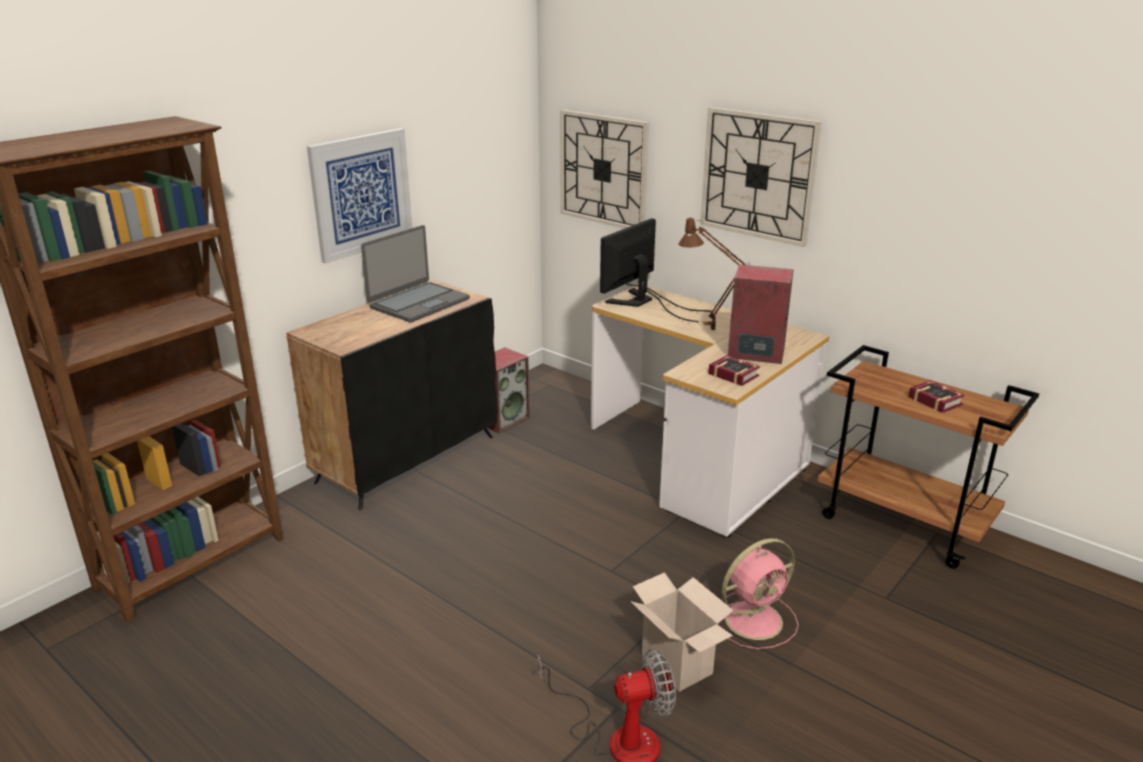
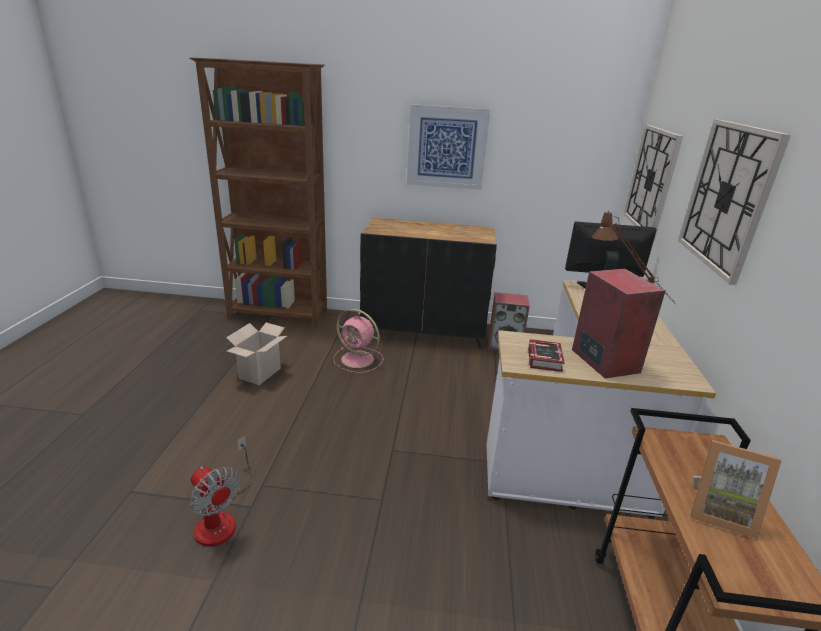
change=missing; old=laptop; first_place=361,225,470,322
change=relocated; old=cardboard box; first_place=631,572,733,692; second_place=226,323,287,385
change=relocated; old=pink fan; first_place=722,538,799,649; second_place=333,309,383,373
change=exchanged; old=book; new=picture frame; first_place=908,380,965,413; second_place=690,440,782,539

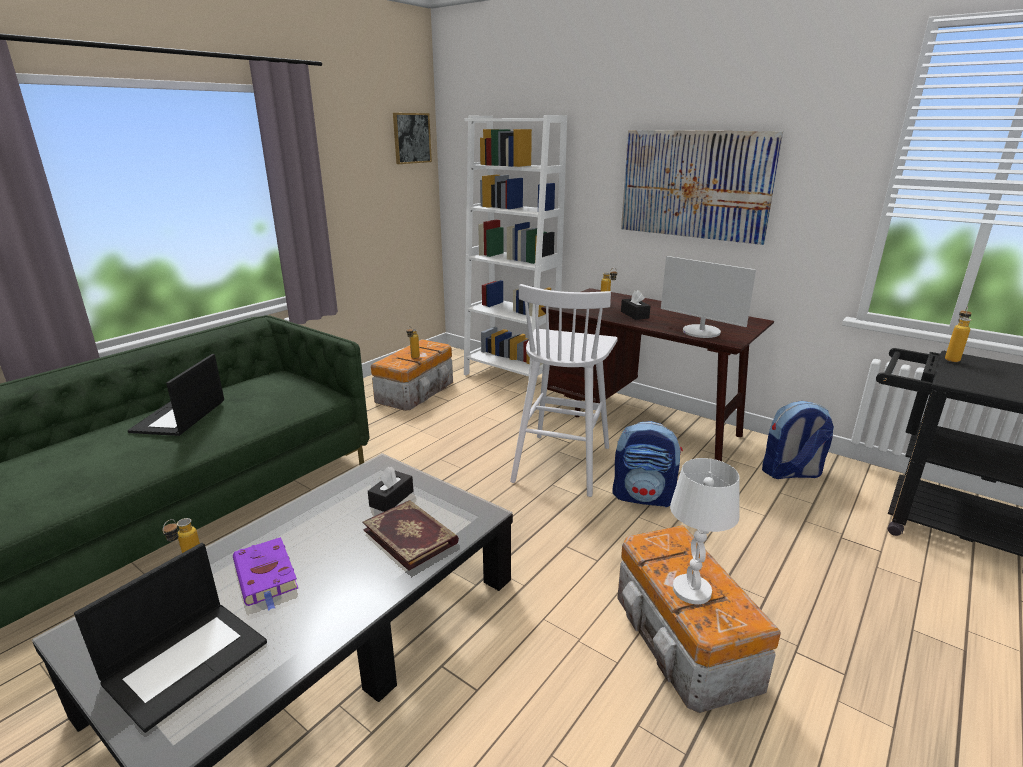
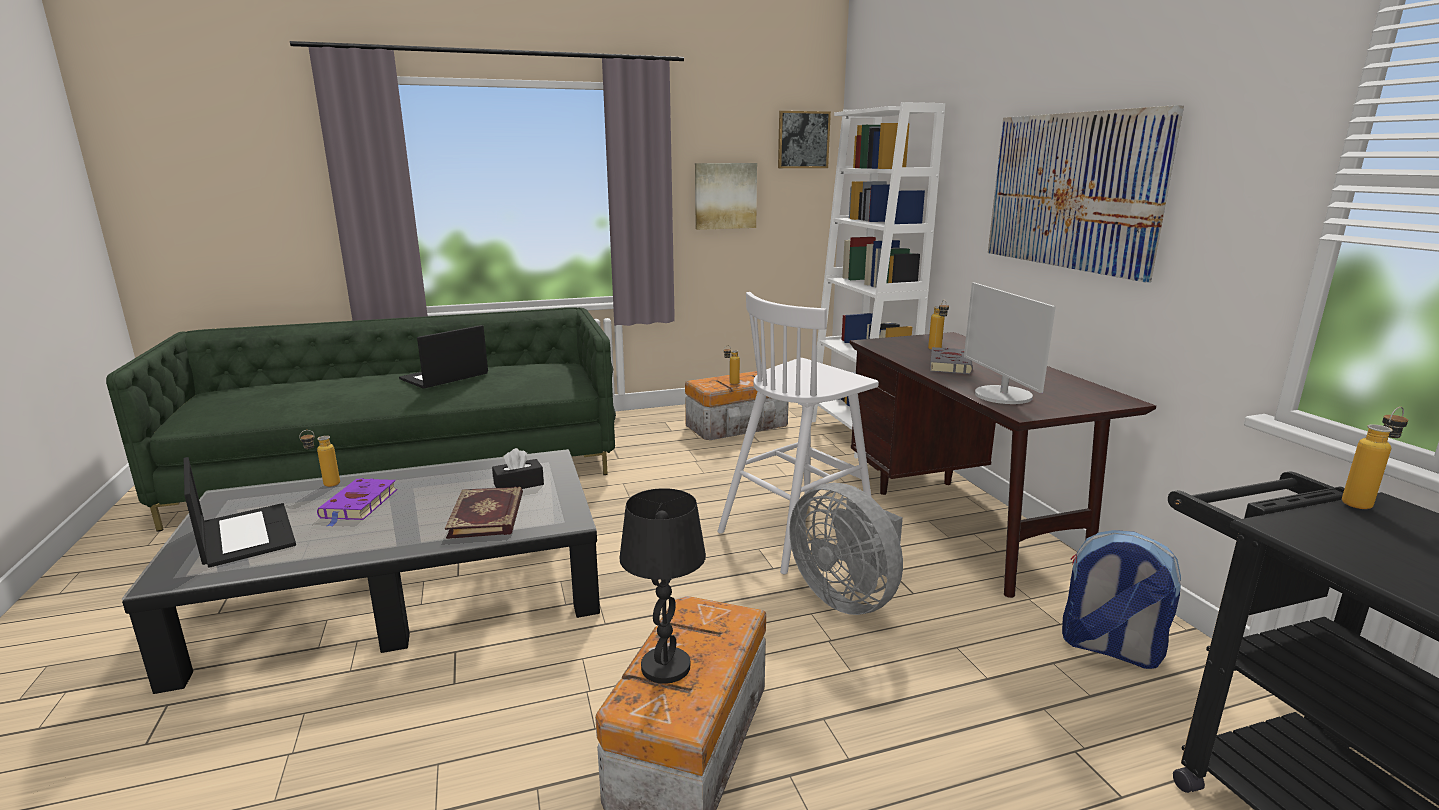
change=appeared; new=picture; second_place=695,163,757,230
change=exchanged; old=backpack; new=grey fan; first_place=612,421,683,507; second_place=789,483,903,615
change=exchanged; old=black tissue box; new=grey book; first_place=621,290,650,320; second_place=930,347,973,374
change=colour; old=white table lamp; new=black table lamp; first_place=670,458,740,604; second_place=619,488,706,684
change=spun; old=laptop; first_place=74,543,267,733; second_place=184,457,296,568; degrees=-105

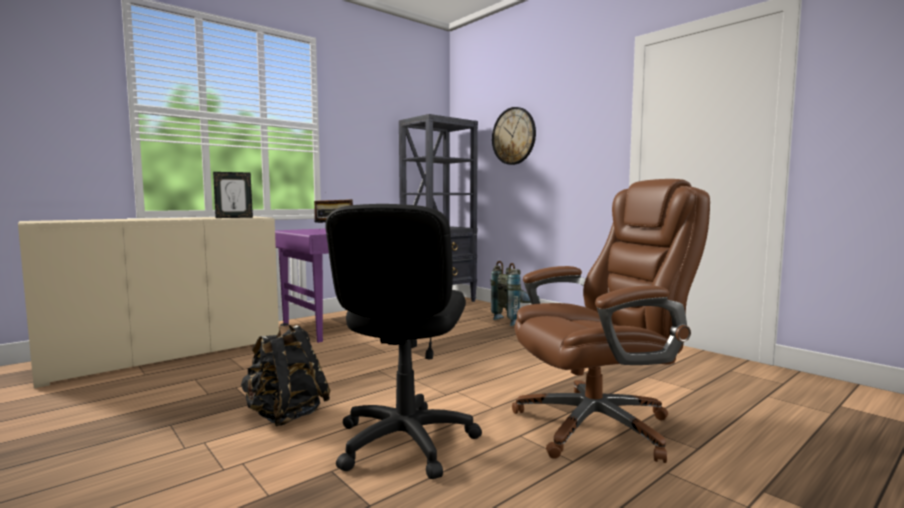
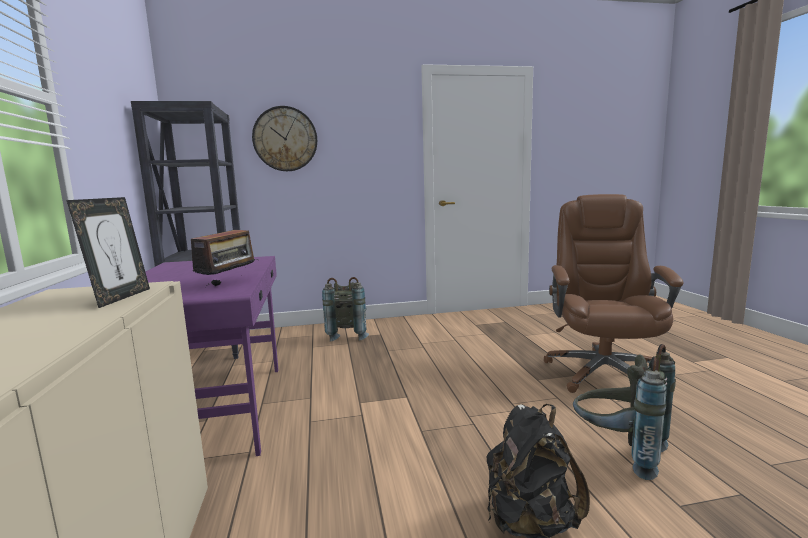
change=exchanged; old=black office chair; new=grey backpack; first_place=325,204,482,479; second_place=573,344,676,480

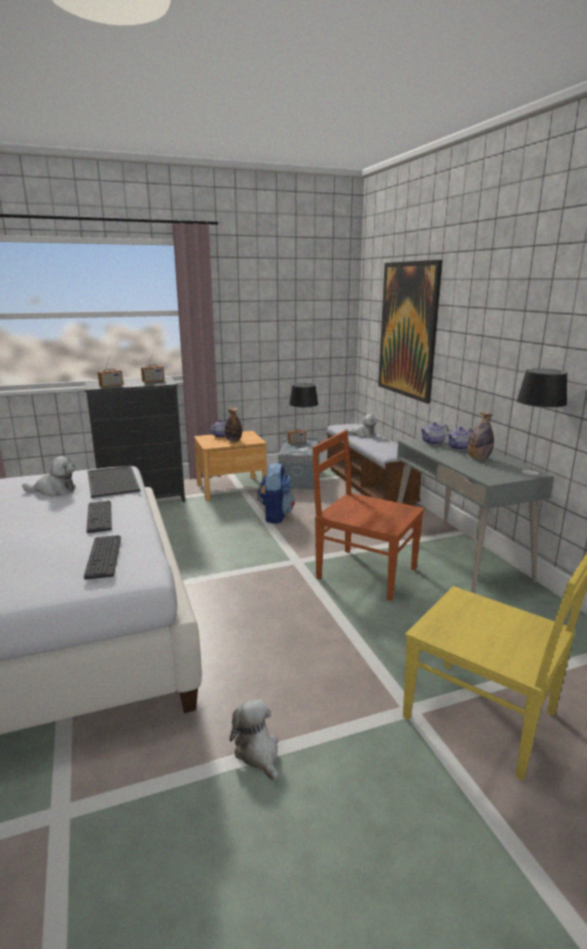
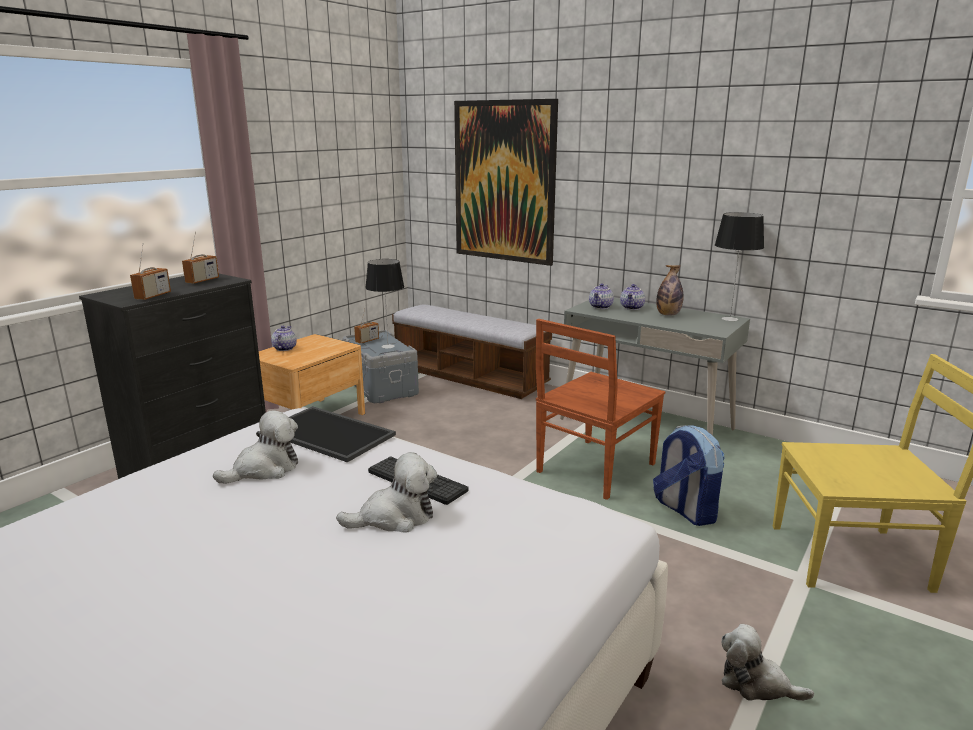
change=missing; old=keyboard; first_place=84,535,121,580
change=missing; old=bottle; first_place=225,407,242,442
change=relocated; old=backpack; first_place=257,463,295,524; second_place=653,425,725,526
change=relocated; old=plush toy; first_place=344,414,377,438; second_place=336,452,437,533
change=spun; old=brown chair; first_place=312,430,424,601; second_place=536,319,665,500; degrees=-45

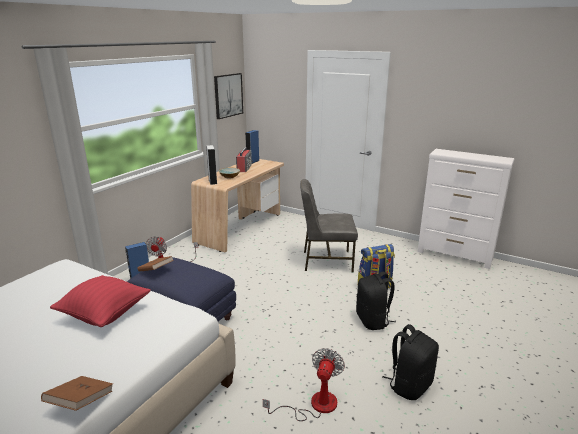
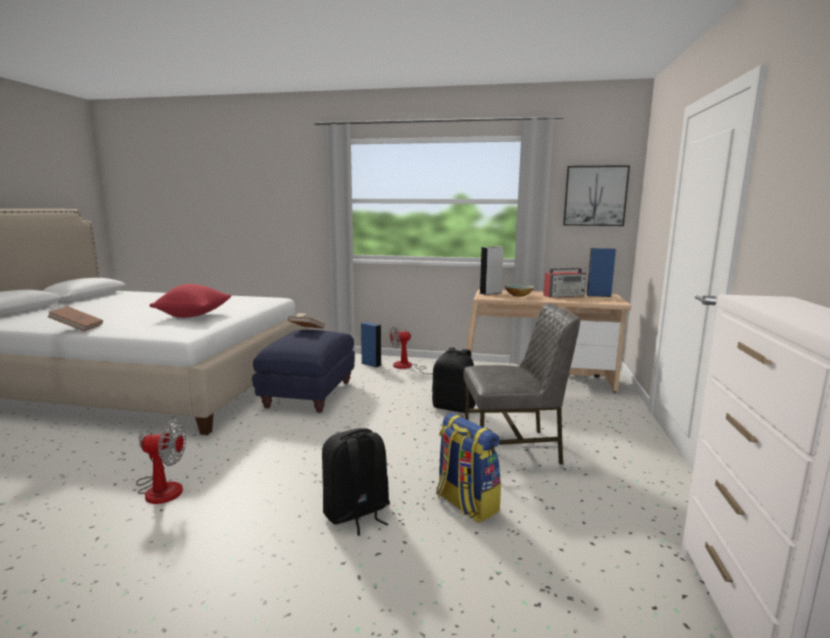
change=relocated; old=black backpack; first_place=383,324,439,400; second_place=432,347,475,413
change=spun; old=grey chair; first_place=300,179,358,272; second_place=463,304,580,465; degrees=105

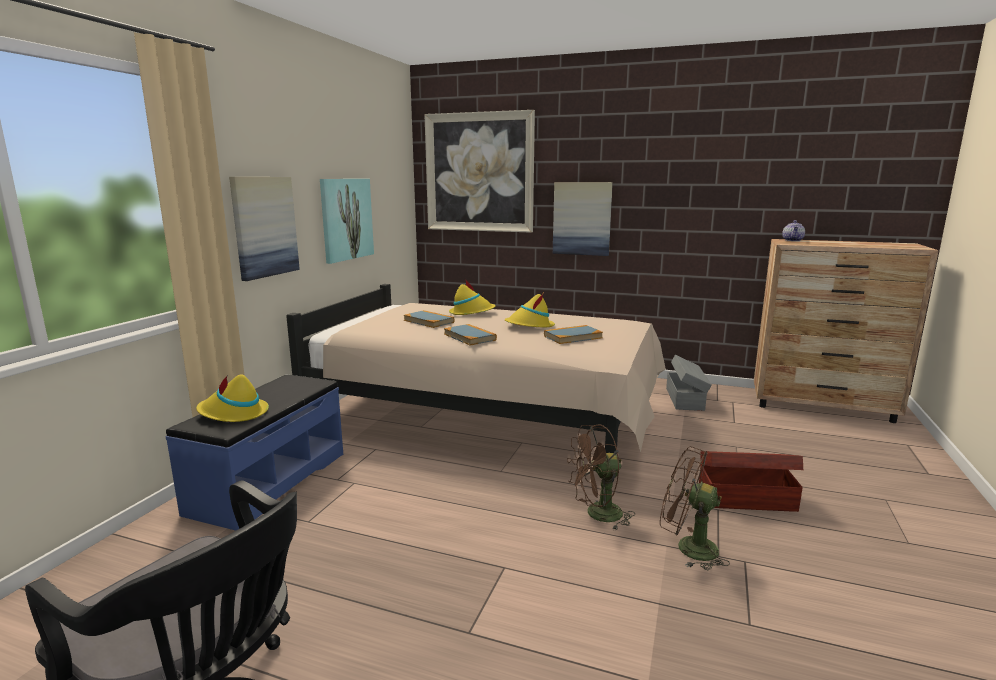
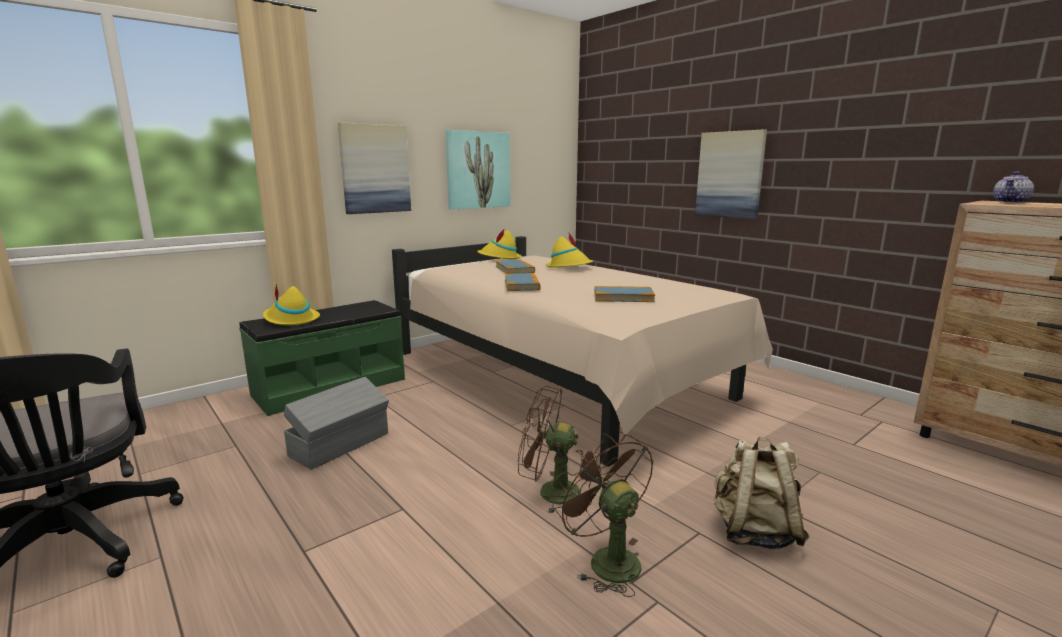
change=missing; old=picture; first_place=424,110,535,233
change=relocated; old=yellow hat; first_place=505,293,555,327; second_place=477,228,521,259
change=relocated; old=grey storage box; first_place=666,355,712,411; second_place=284,377,389,470
change=exchanged; old=brown storage box; new=beige backpack; first_place=699,451,803,512; second_place=714,437,810,549
change=colour; old=blue bench; new=green bench; first_place=166,375,343,531; second_place=239,300,405,416

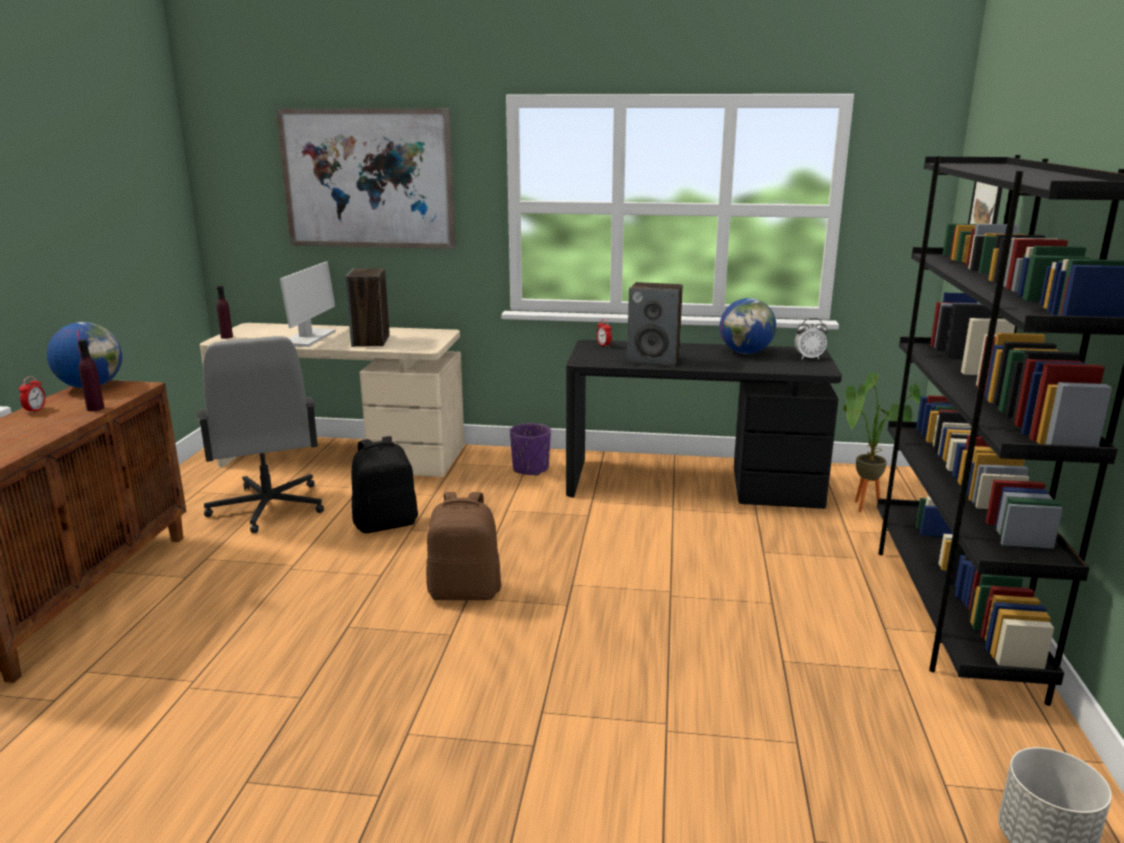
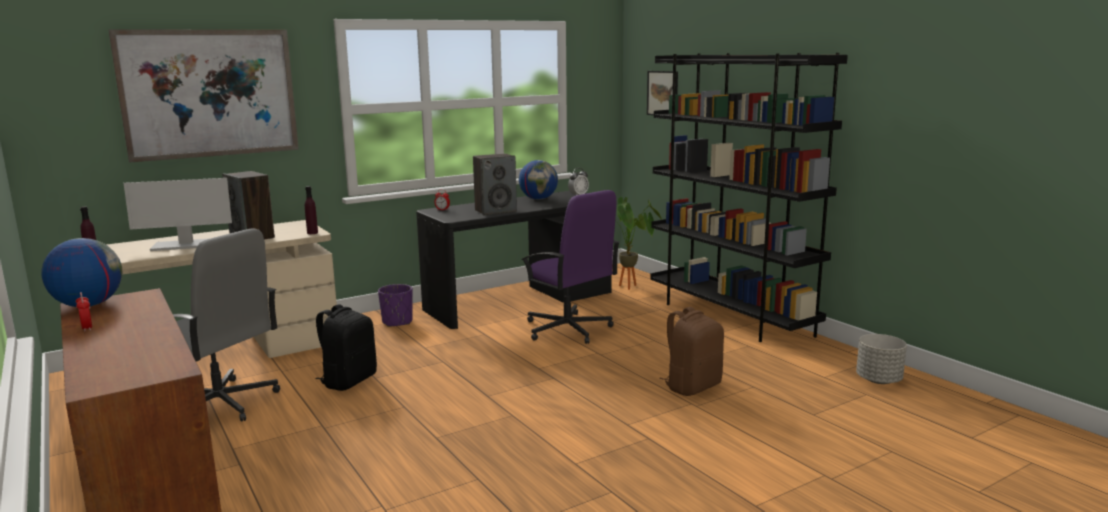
change=appeared; new=purple office chair; second_place=521,190,619,344
change=relocated; old=purple bottle; first_place=78,339,105,411; second_place=305,186,318,234
change=relocated; old=brown backpack; first_place=426,492,501,600; second_place=659,307,724,396
change=spun; old=monitor; first_place=280,262,336,347; second_place=124,178,232,251; degrees=105

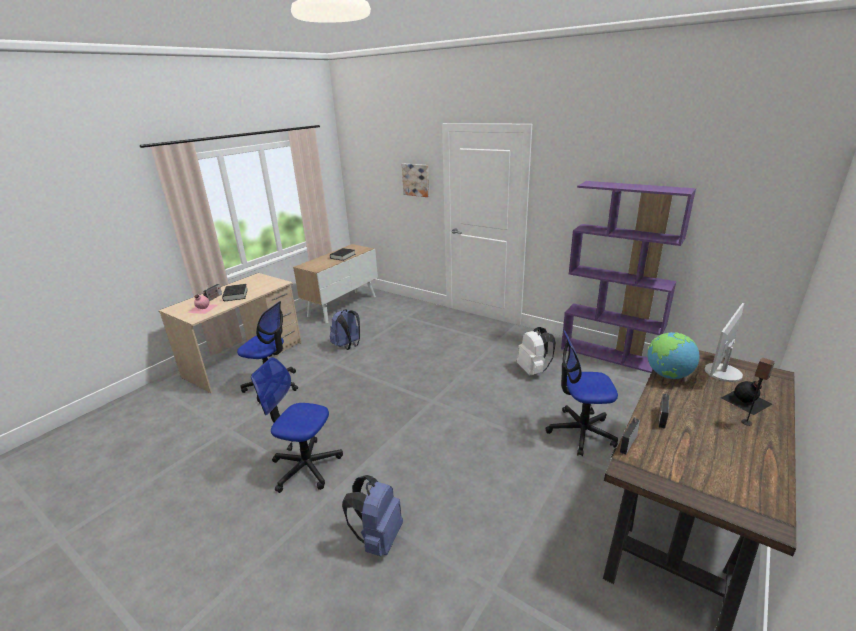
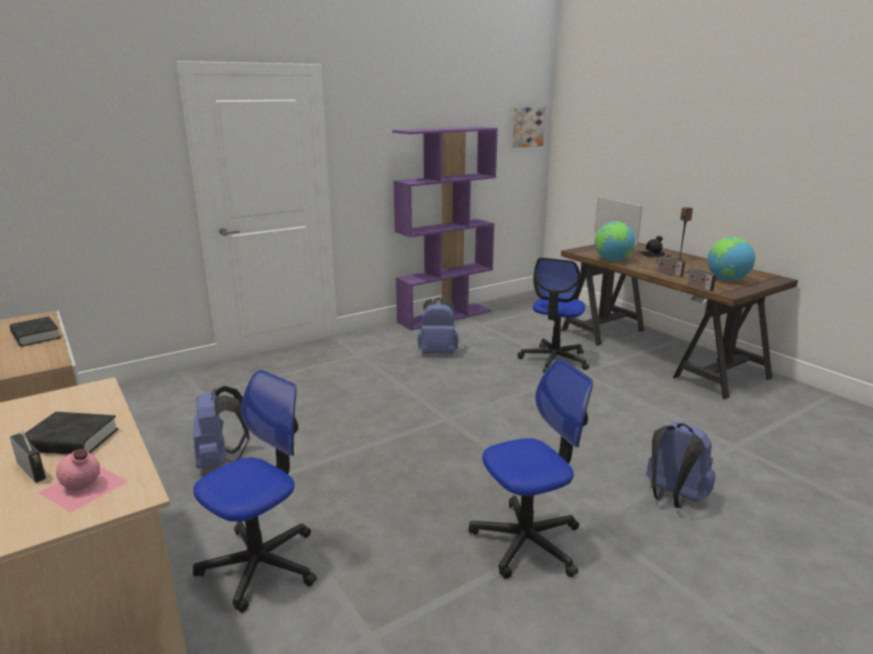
change=appeared; new=globe; second_place=708,237,755,281
change=relocated; old=picture; first_place=402,164,429,197; second_place=512,107,545,148
change=colour; old=white backpack; new=blue backpack; first_place=517,327,556,375; second_place=418,298,459,353
change=spun; old=office chair; first_place=251,357,343,493; second_place=468,359,593,579; degrees=-150

